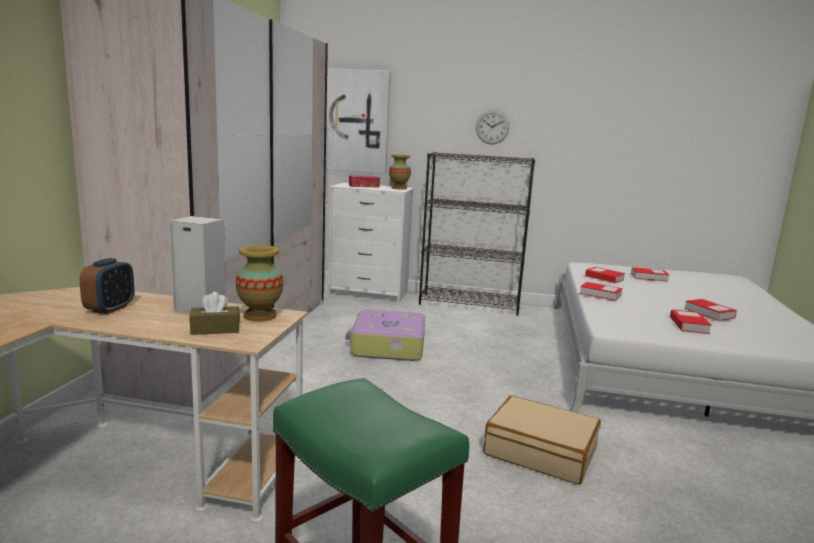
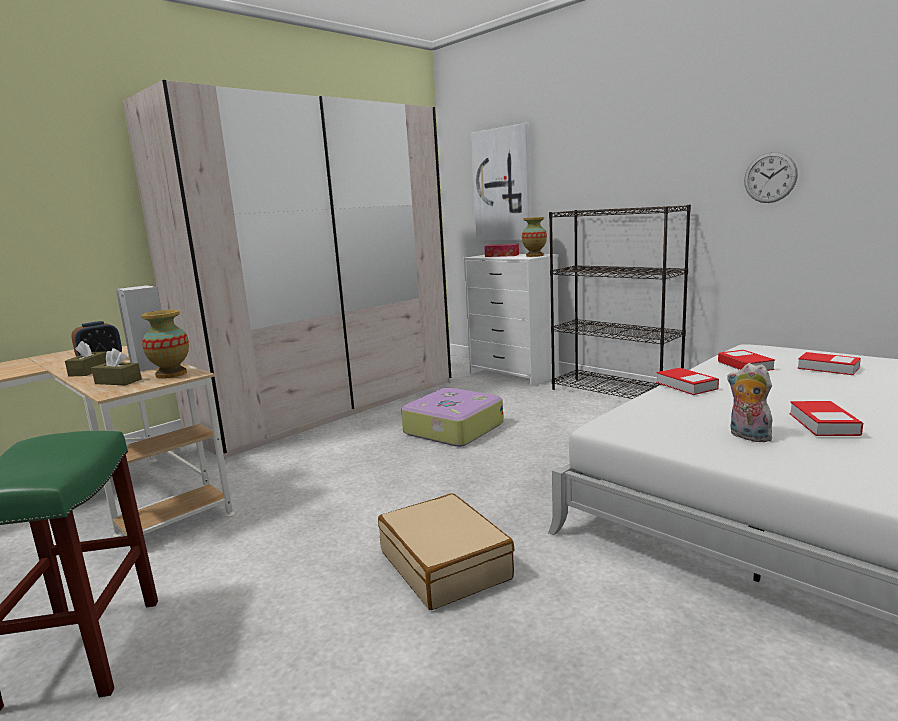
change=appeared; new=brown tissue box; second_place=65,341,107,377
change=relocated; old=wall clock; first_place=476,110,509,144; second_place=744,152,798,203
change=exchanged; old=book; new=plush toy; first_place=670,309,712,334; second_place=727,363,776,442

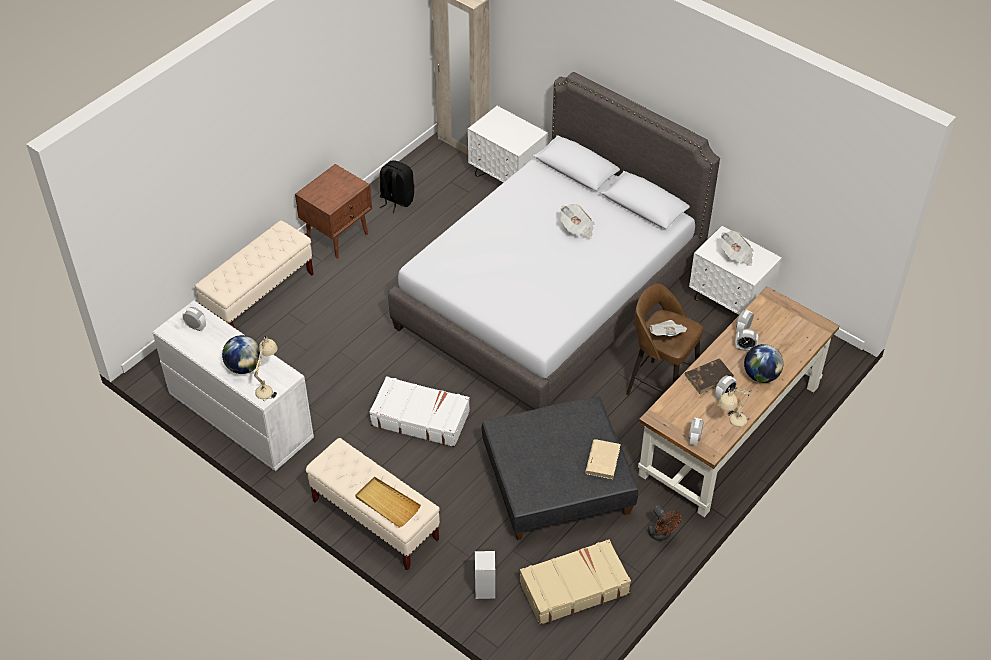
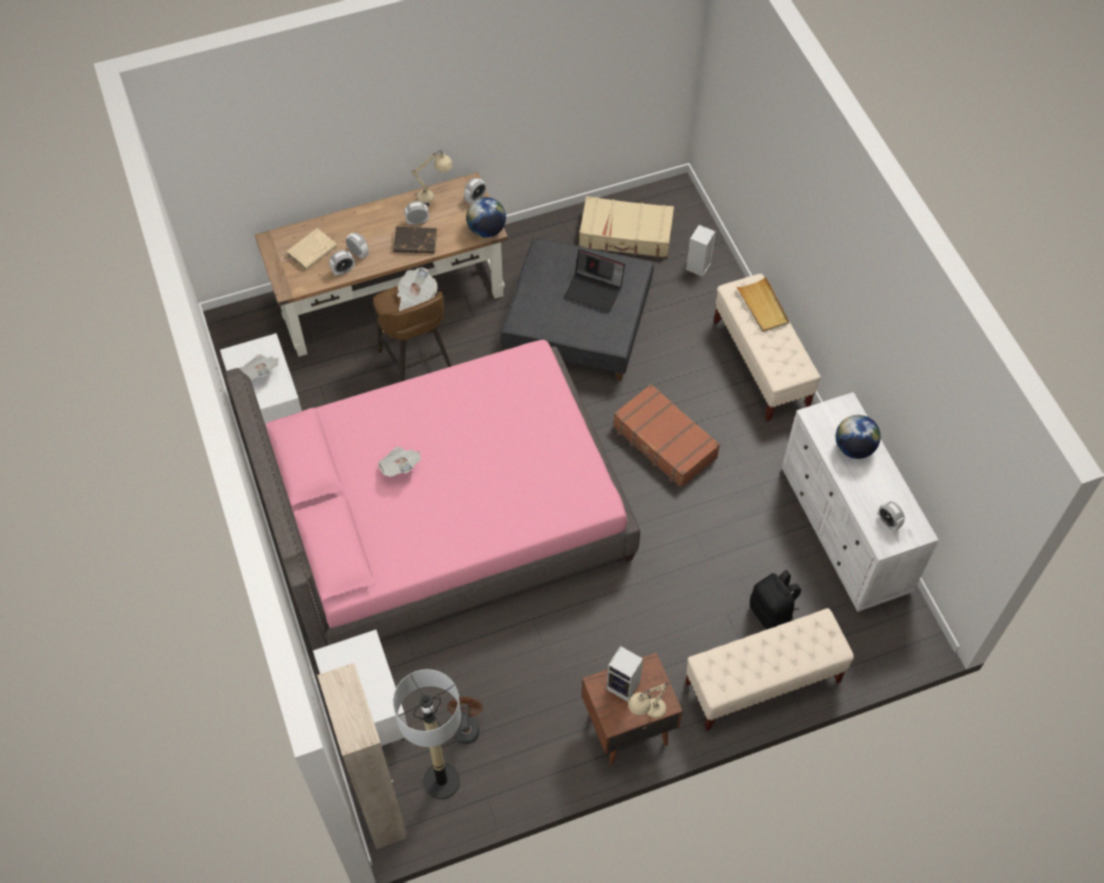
change=appeared; new=floor lamp; second_place=393,669,461,799
change=appeared; new=laptop; second_place=564,249,625,312
change=appeared; new=speaker; second_place=606,646,643,702
change=relocated; old=beige table lamp; first_place=254,336,277,401; second_place=628,682,669,718
change=relocated; old=black backpack; first_place=379,160,414,213; second_place=750,570,801,630
change=relocated; old=beige book; first_place=585,439,621,479; second_place=286,228,337,270
change=relocated; old=brown fan; first_place=648,505,682,541; second_place=447,697,483,744
change=relocated; old=globe; first_place=744,344,783,383; second_place=466,197,506,238
change=colour; old=white suitcase; new=brown suitcase; first_place=369,376,470,447; second_place=613,384,720,488
change=colour; old=grey bed; new=pink bed; first_place=388,72,720,410; second_place=225,340,640,650

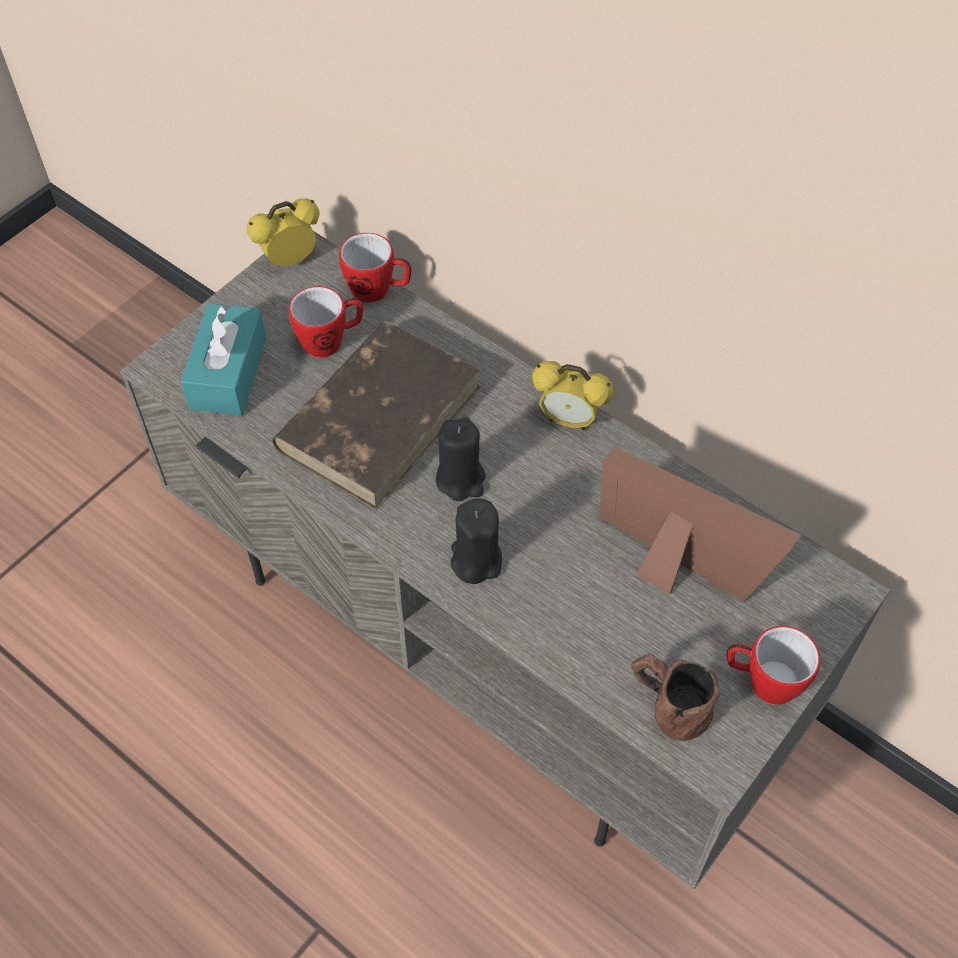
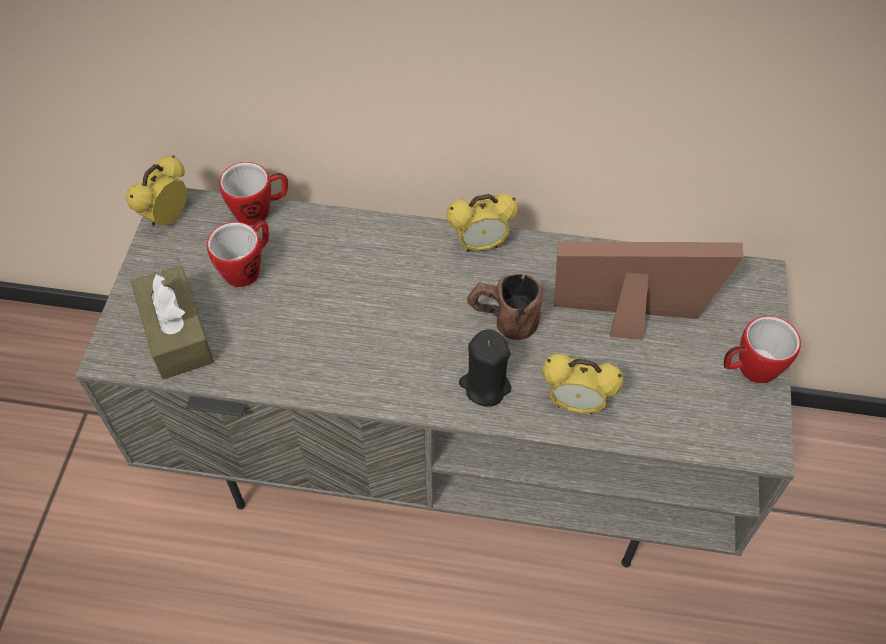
change=missing; old=brown book; first_place=272,321,481,510
change=missing; old=black candle; first_place=436,417,486,501
change=appeared; new=alarm clock; second_place=542,354,624,414
change=relocated; old=brown mug; first_place=631,653,720,741; second_place=467,274,543,340
change=colour; old=turquoise tissue box; new=brown tissue box; first_place=181,303,266,416; second_place=131,265,214,379

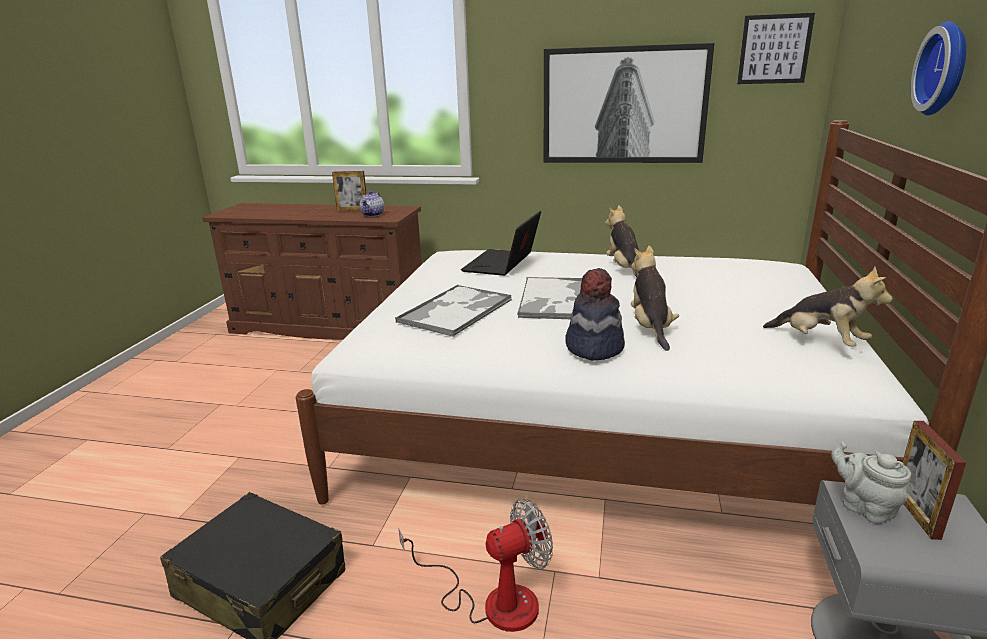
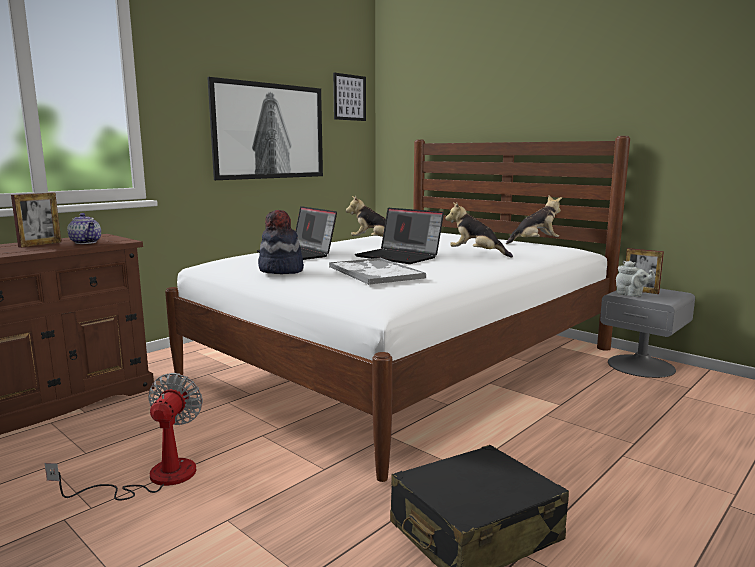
change=missing; old=wall clock; first_place=911,21,966,115
change=relocated; old=fan; first_place=399,499,553,632; second_place=44,373,203,501
change=relocated; old=hat; first_place=565,268,625,361; second_place=258,210,304,274
change=exchanged; old=tray; new=laptop; first_place=517,277,582,319; second_place=355,208,444,264
change=spun; old=grey teapot; first_place=831,442,911,524; second_place=616,261,655,297; degrees=-135

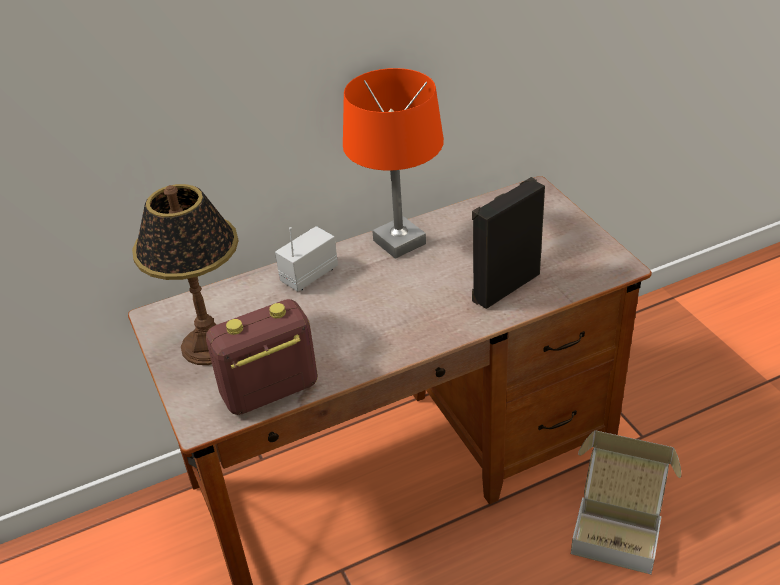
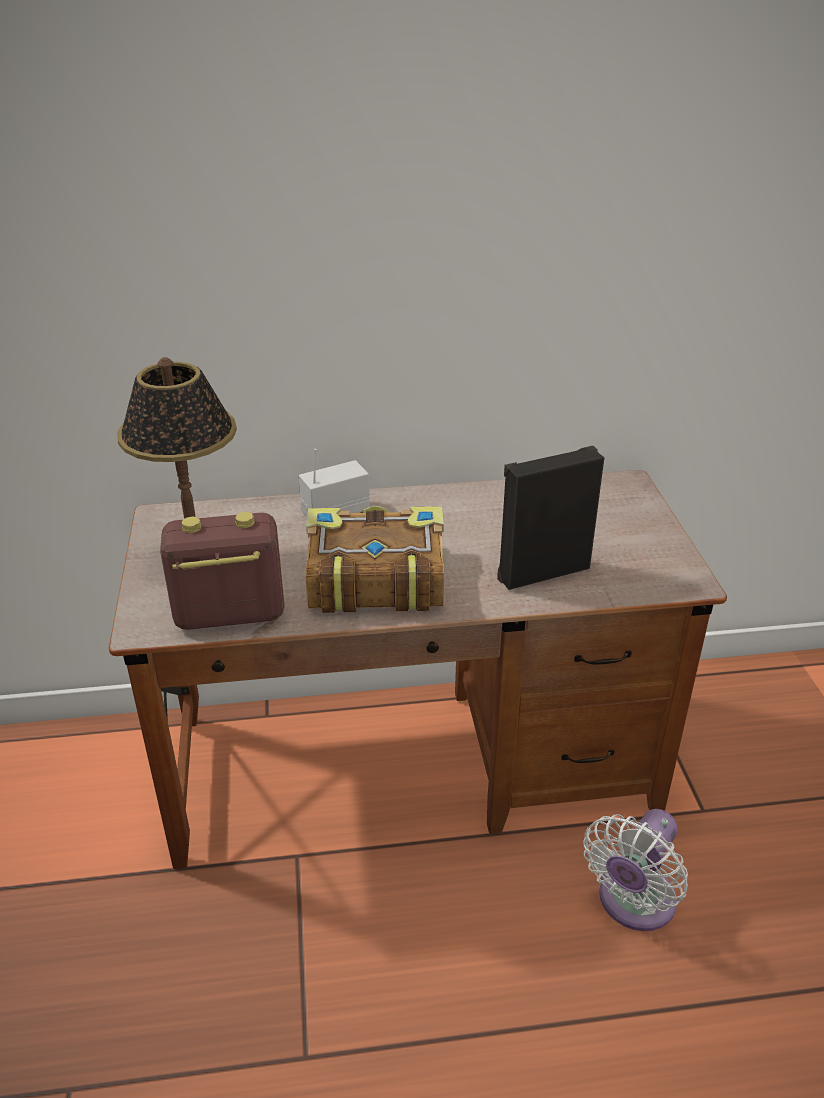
change=missing; old=orange table lamp; first_place=343,68,444,259
change=appeared; new=book; second_place=306,506,444,613
change=exchanged; old=cardboard box; new=white fan; first_place=571,430,681,574; second_place=583,809,688,931

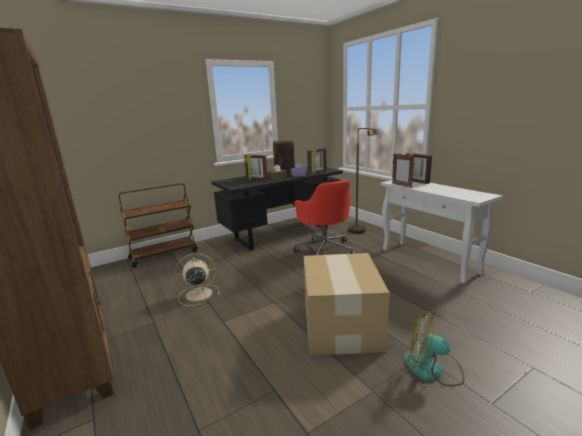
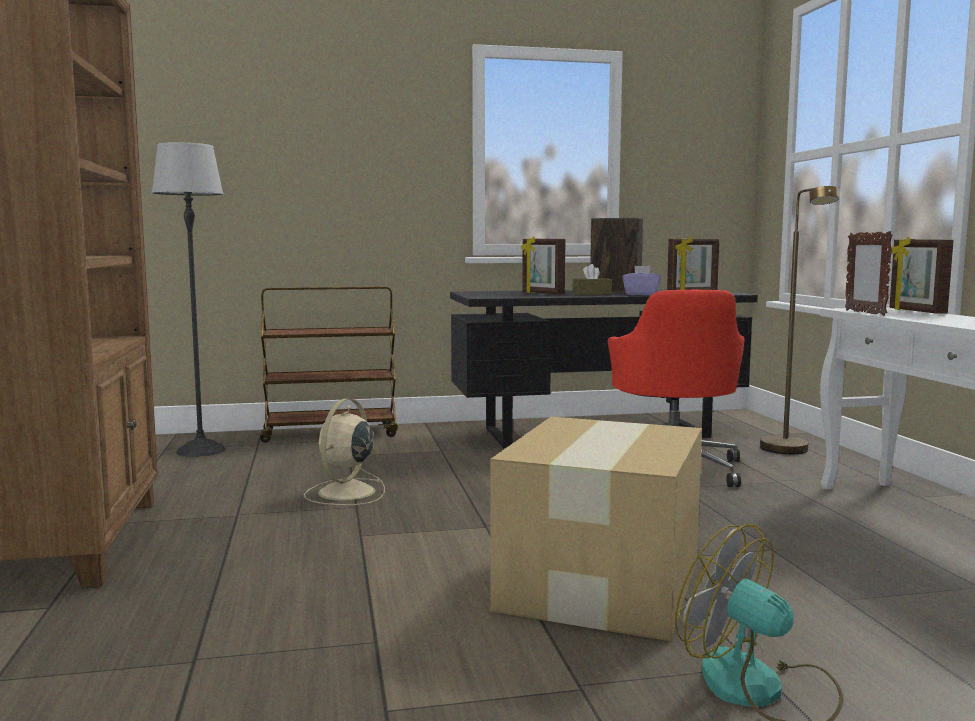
change=appeared; new=floor lamp; second_place=152,142,225,457
change=spun; old=beige fan; first_place=175,253,220,306; second_place=304,398,385,505; degrees=-75

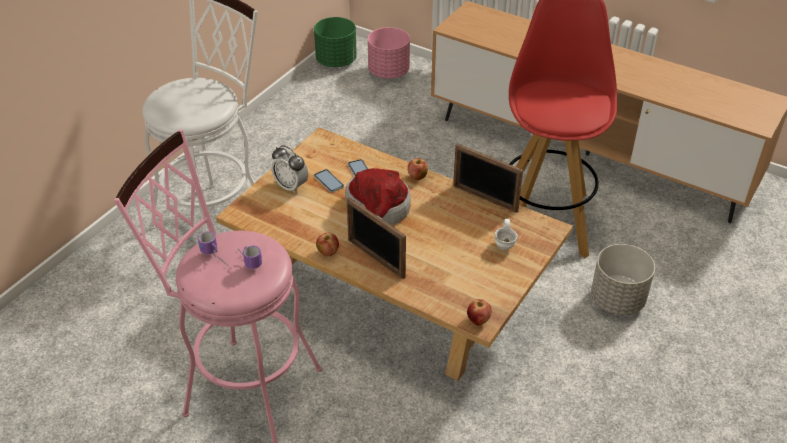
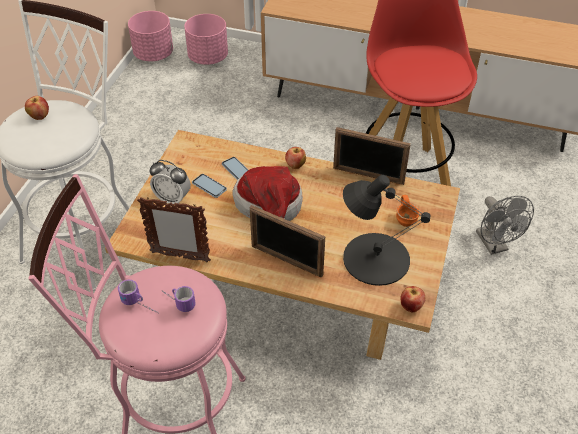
change=appeared; new=picture frame; second_place=137,197,211,262
change=appeared; new=black table lamp; second_place=343,175,431,286
change=relocated; old=apple; first_place=316,233,339,257; second_place=25,96,49,120
change=exchanged; old=grey planter; new=grey fan; first_place=591,244,655,315; second_place=476,196,534,255
change=colour; old=green planter; new=pink planter; first_place=314,17,357,67; second_place=128,11,173,61
change=colour; old=white mug; new=orange mug; first_place=494,219,518,250; second_place=396,195,420,227

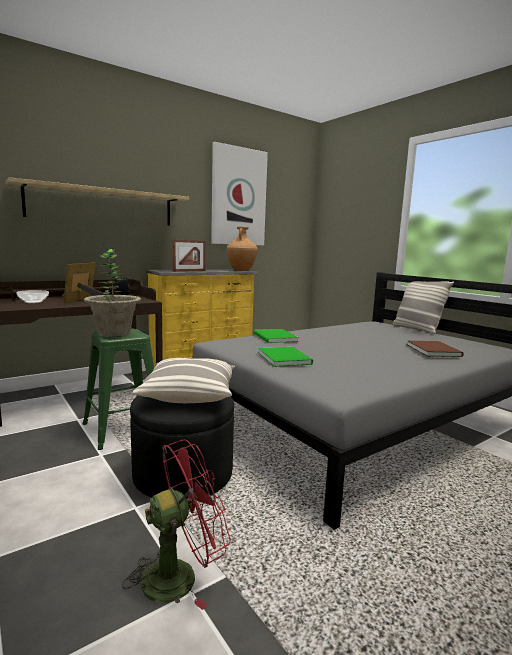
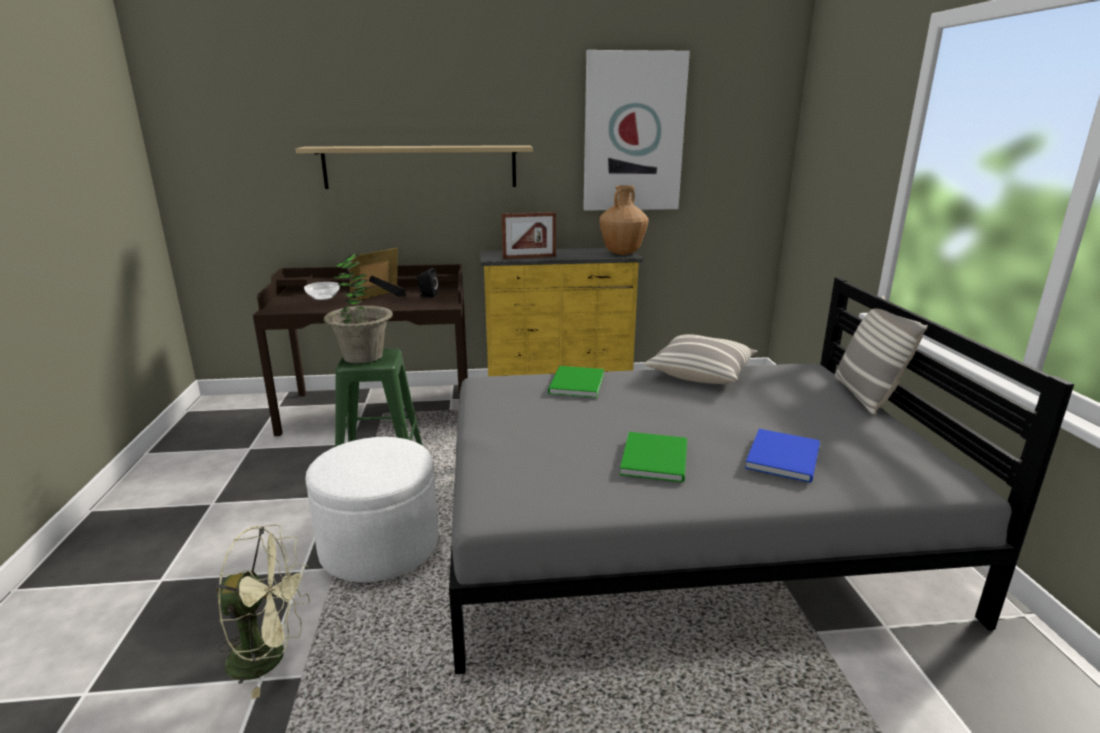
change=relocated; old=pillow; first_place=132,358,235,403; second_place=644,334,757,384
change=relocated; old=green book; first_place=258,347,313,367; second_place=620,432,687,482
change=colour; old=red fan; new=green fan; first_place=122,439,231,610; second_place=216,524,310,699
change=colour; old=black ottoman; new=white ottoman; first_place=130,395,234,499; second_place=305,437,439,582
change=colour; old=brown book; new=blue book; first_place=407,341,464,357; second_place=745,429,820,483

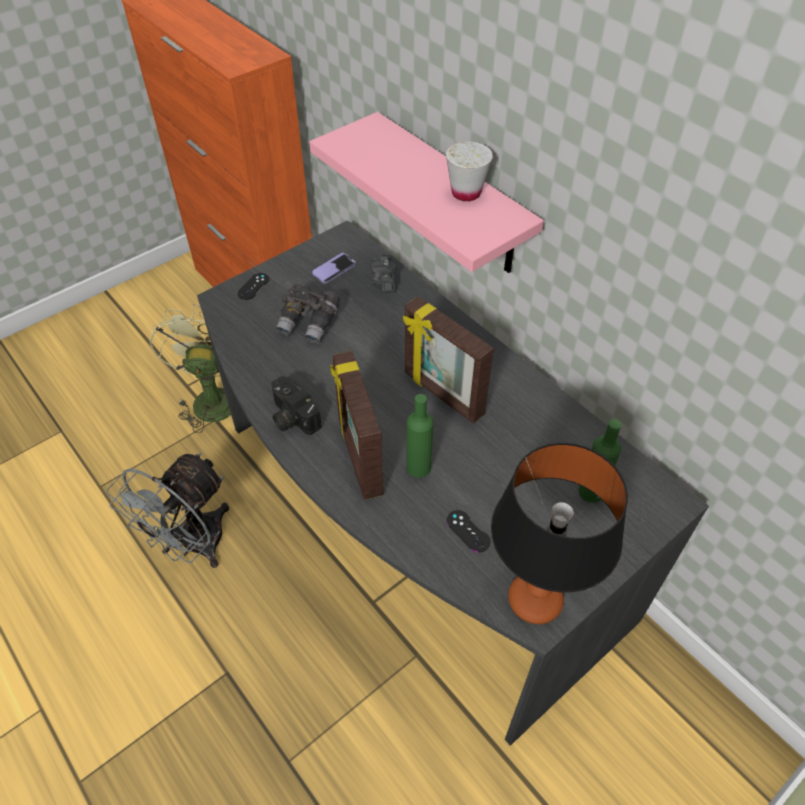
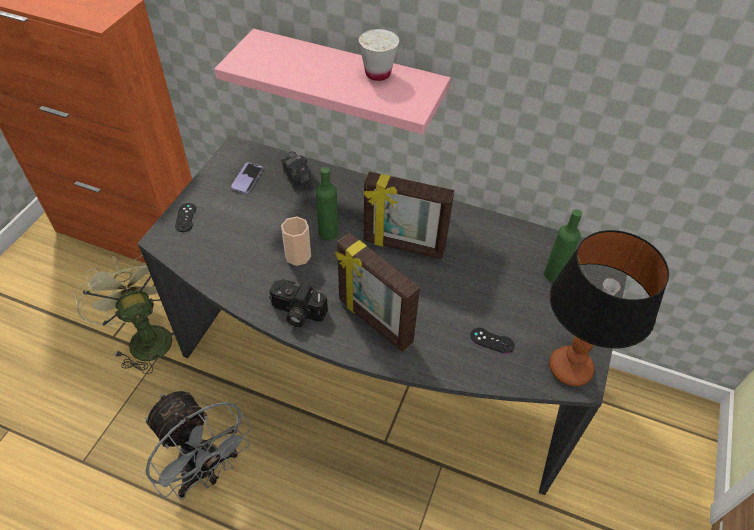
change=missing; old=grey binoculars; first_place=276,283,340,343
change=appeared; new=cup; second_place=281,217,311,266
change=relocated; old=green bottle; first_place=406,394,434,478; second_place=316,167,338,241
change=spun; old=grey fan; first_place=106,452,229,568; second_place=145,391,252,500; degrees=-45

